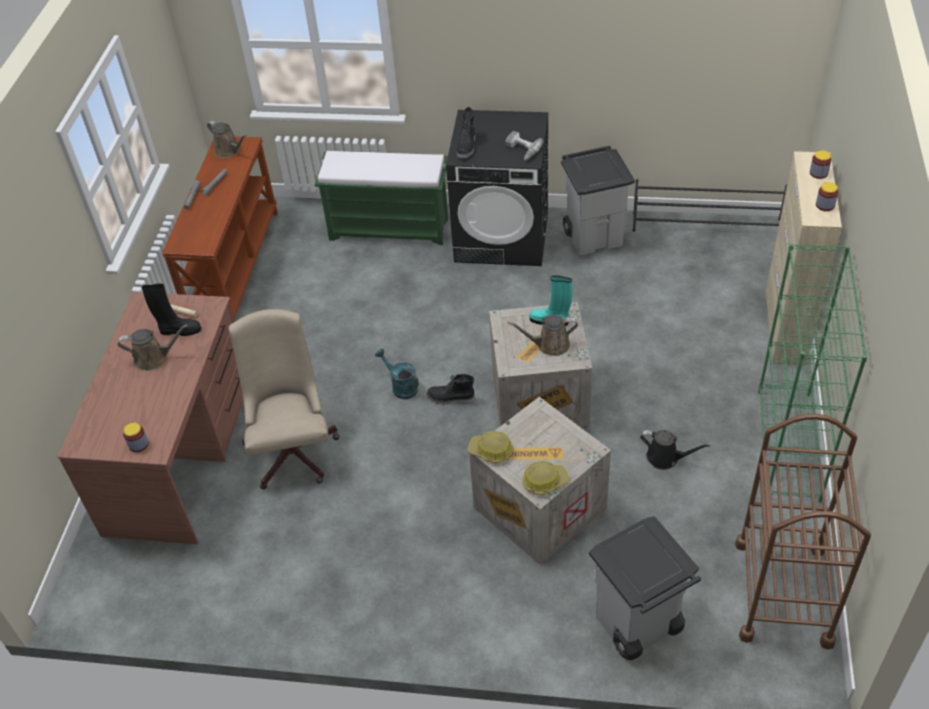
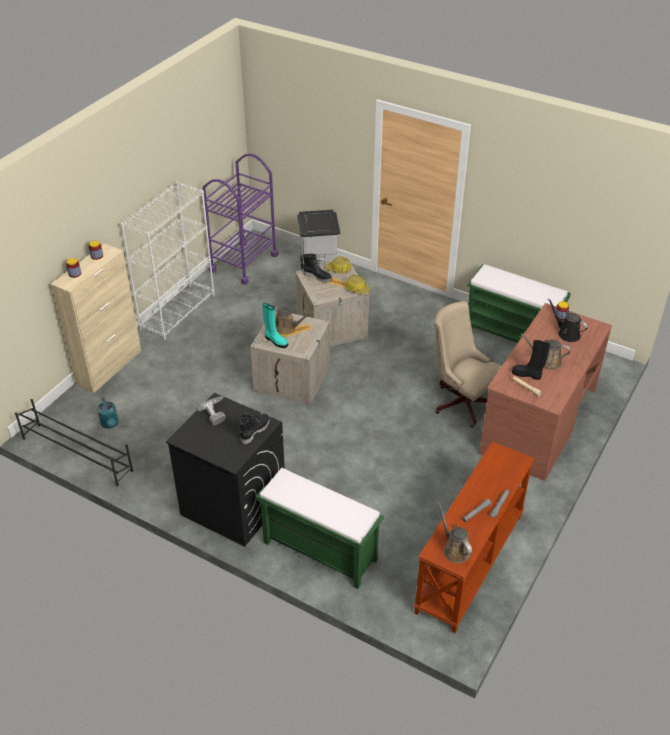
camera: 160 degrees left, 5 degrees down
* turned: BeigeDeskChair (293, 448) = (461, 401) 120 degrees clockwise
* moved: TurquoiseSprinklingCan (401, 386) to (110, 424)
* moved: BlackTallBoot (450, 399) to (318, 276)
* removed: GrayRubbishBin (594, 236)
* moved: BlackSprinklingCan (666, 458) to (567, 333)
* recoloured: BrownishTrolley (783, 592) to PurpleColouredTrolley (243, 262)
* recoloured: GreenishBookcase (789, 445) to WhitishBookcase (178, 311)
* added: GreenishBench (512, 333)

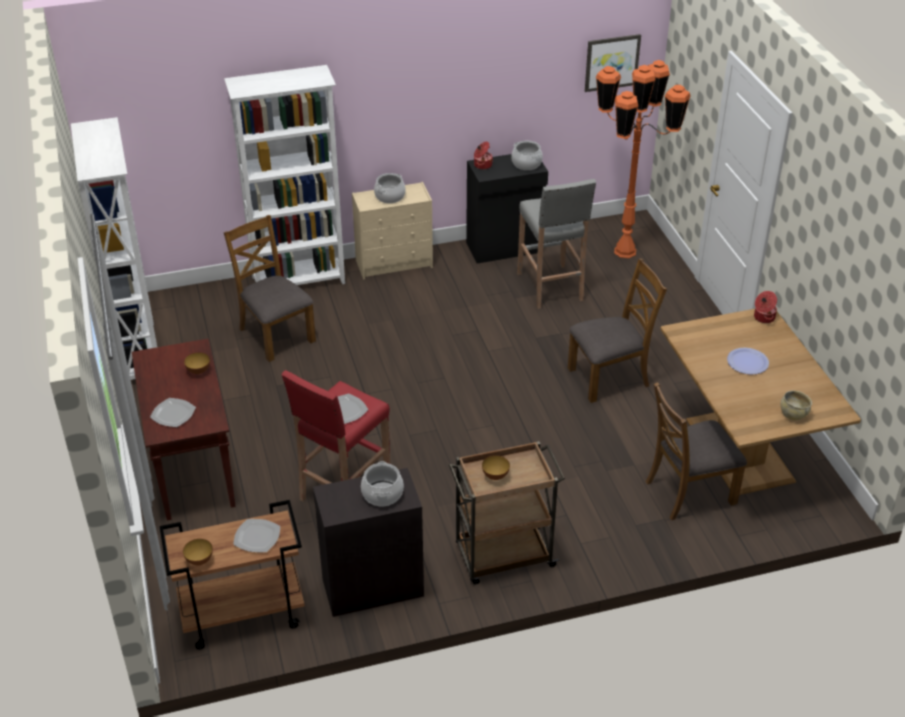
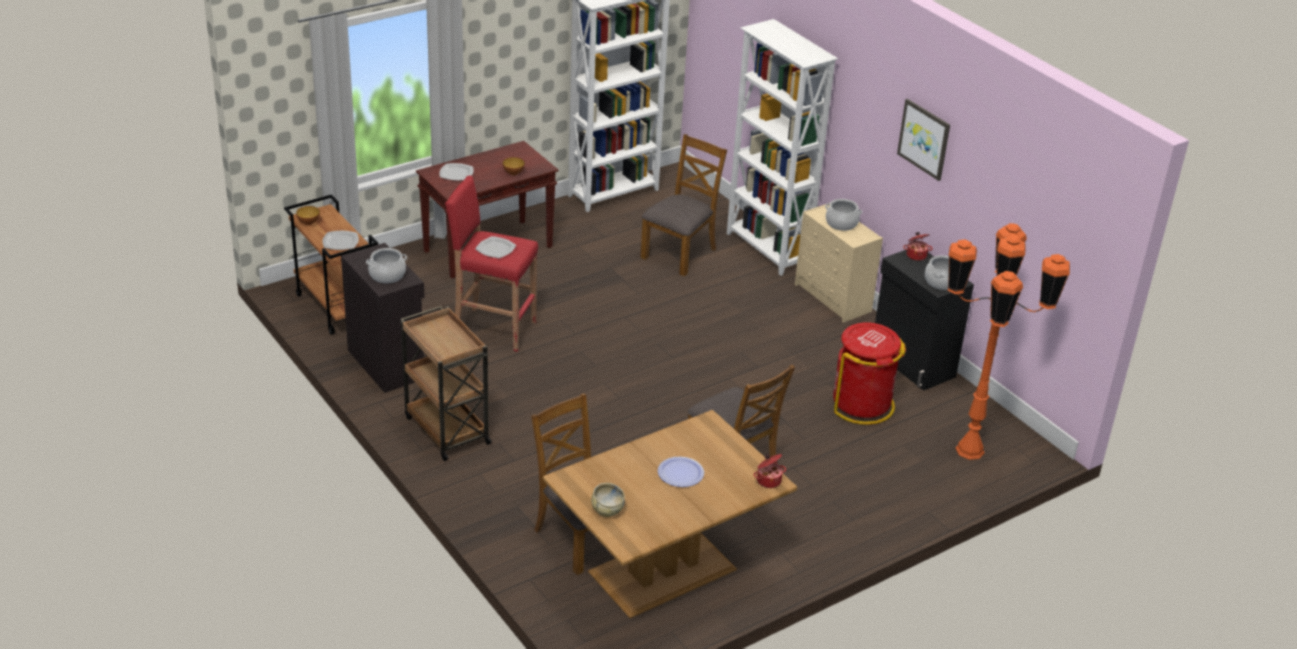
camera: 70 degrees right, 5 degrees down
* removed: ServingBowl (495, 476)
* replaced: GraySittingStool (550, 287) to ReddishRubbishBin (862, 404)
* moved: WallPicture (611, 62) to (924, 139)

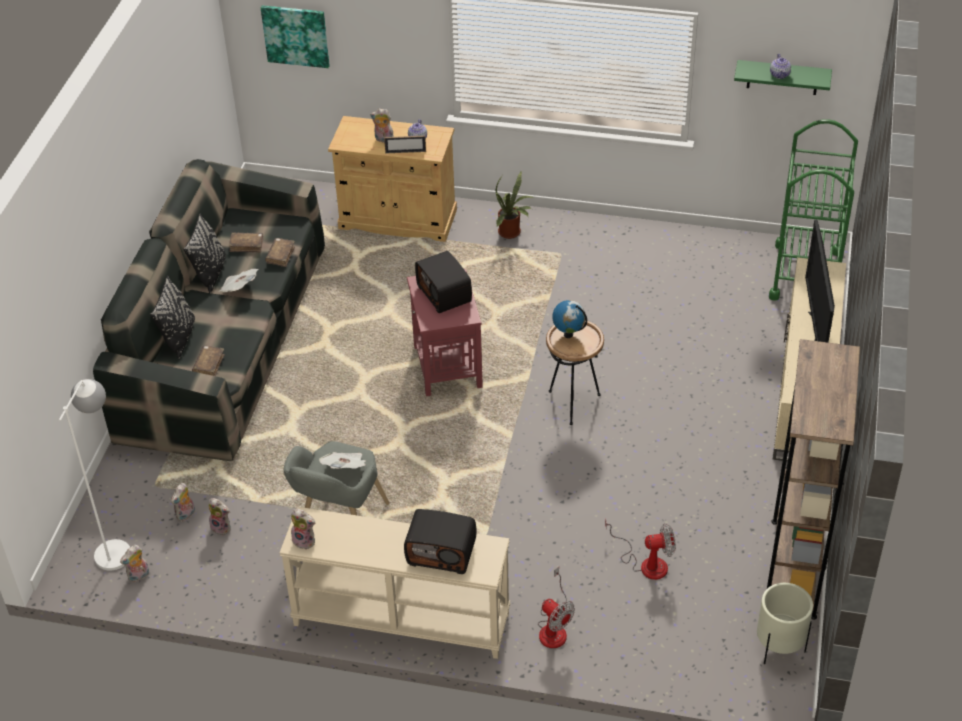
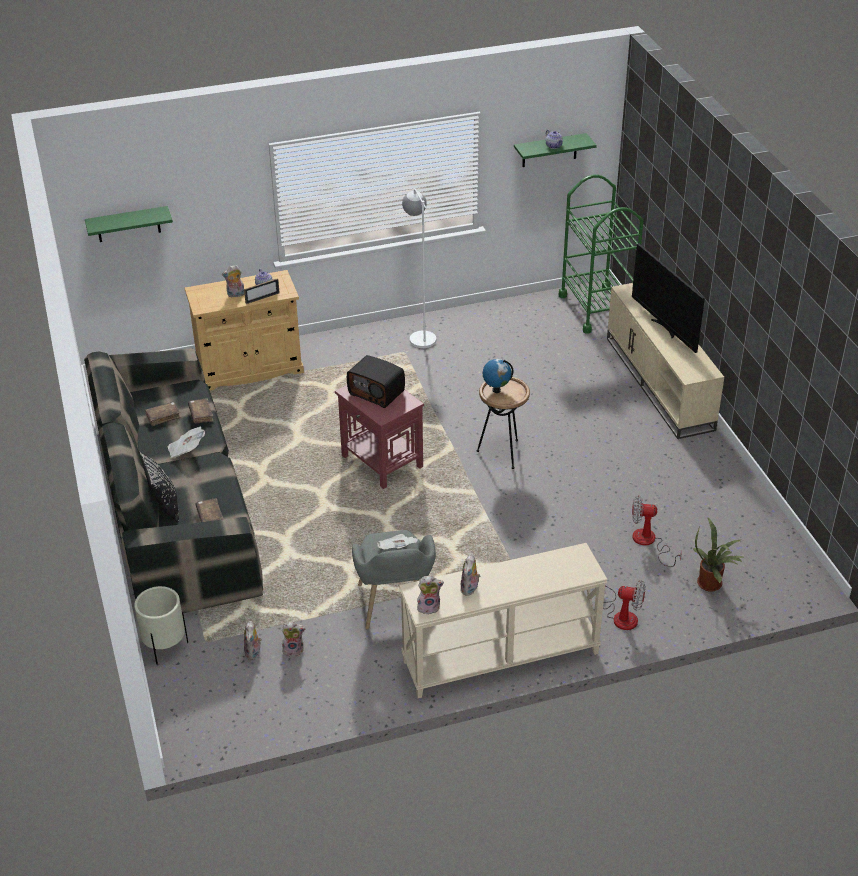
camera: 30 degrees left, 5 degrees down
* moved: WhitishFloorLamp (118, 545) to (420, 335)
* moved: PlushToy (139, 576) to (470, 589)
* removed: BlackCushion (210, 274)
* replaced: WallPicture (296, 35) to GreenishShelf (128, 224)
* removed: RadioReceiver (442, 552)
* moved: PlantInAPot (511, 233) to (712, 583)
* turned: ElectricFan (646, 563) = (649, 543) 135 degrees counterclockwise
* moved: BeigePlanter (779, 647) to (165, 647)
* removed: BrownishBookcase (793, 568)

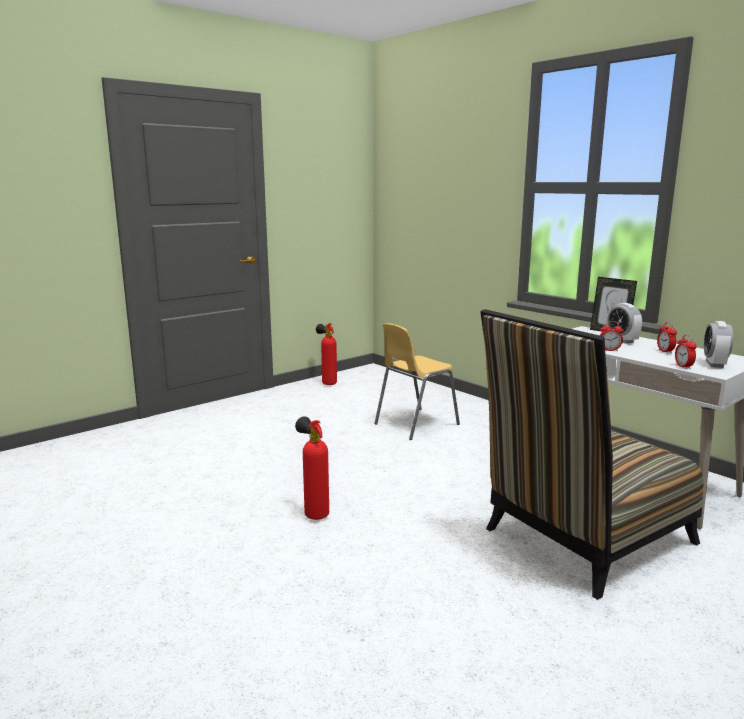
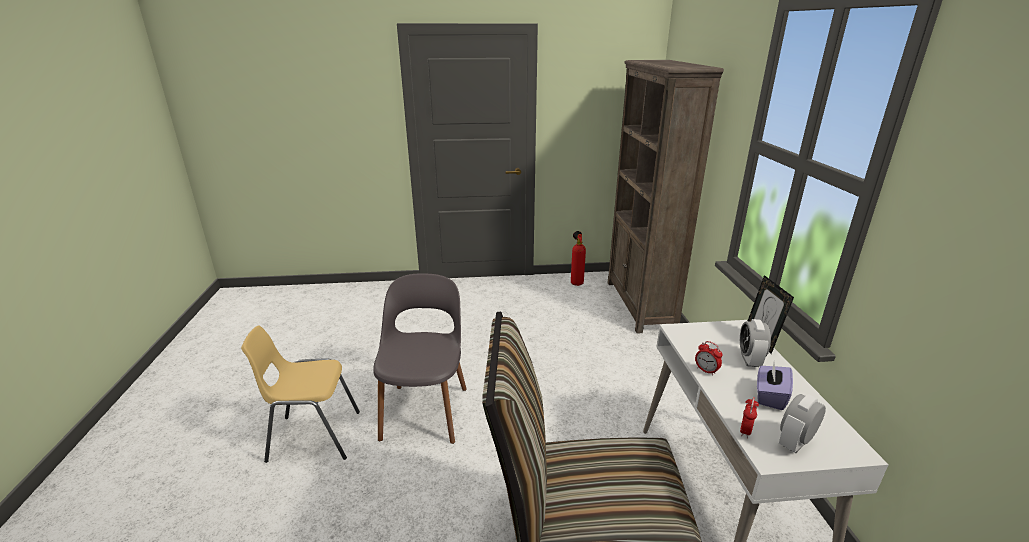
camera: 35 degrees right, 10 degrees up
* replaced: Extinguisher (314, 514) to GrayPlainChair (425, 410)
* moved: YellowPlainChair (415, 424) to (313, 436)
* replaced: AlarmClock (665, 351) to PurpleColouredBoxOfTissues (770, 396)
* added: BrownishBookcase (640, 305)

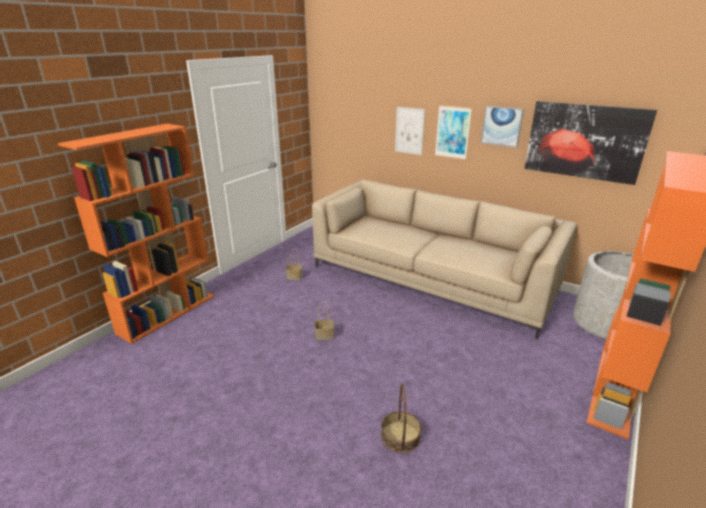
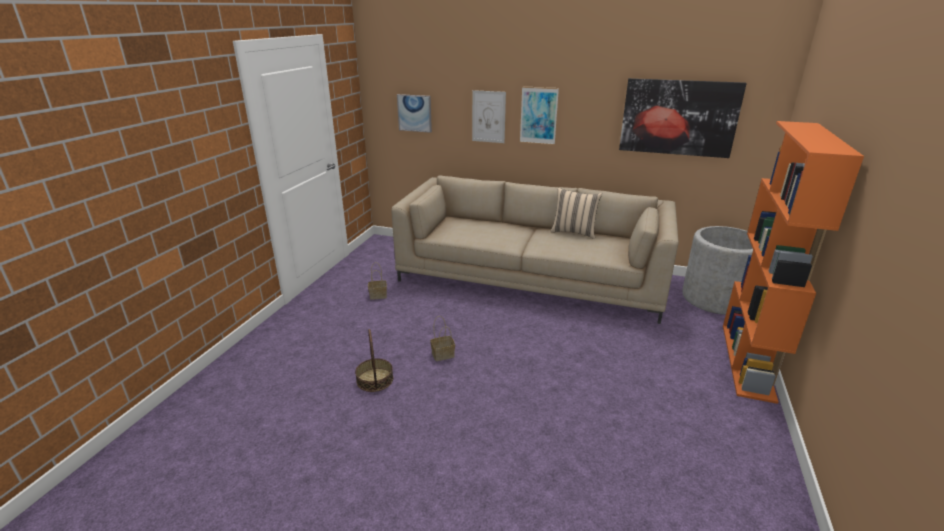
camera: 15 degrees left, 0 degrees up
* removed: OrangeyBookcase (167, 313)
* moved: Basket (400, 436) to (375, 379)
* moved: WallPicture (501, 126) to (414, 113)
* added: BeigeCushion (574, 232)

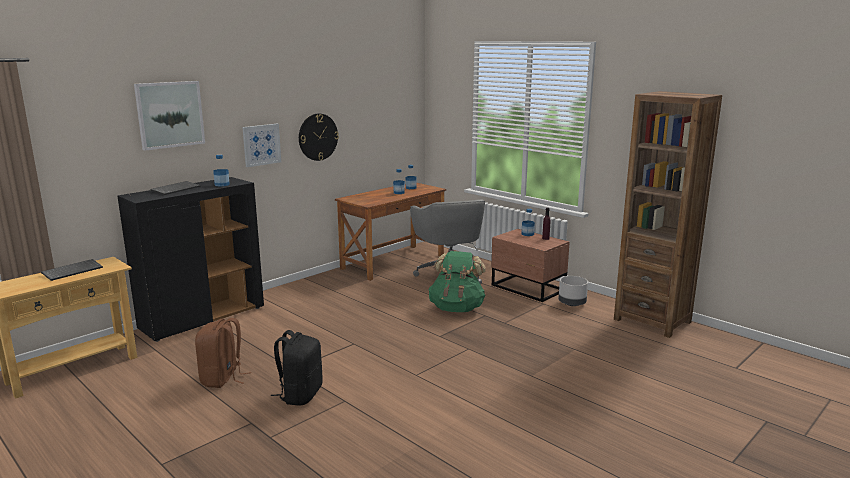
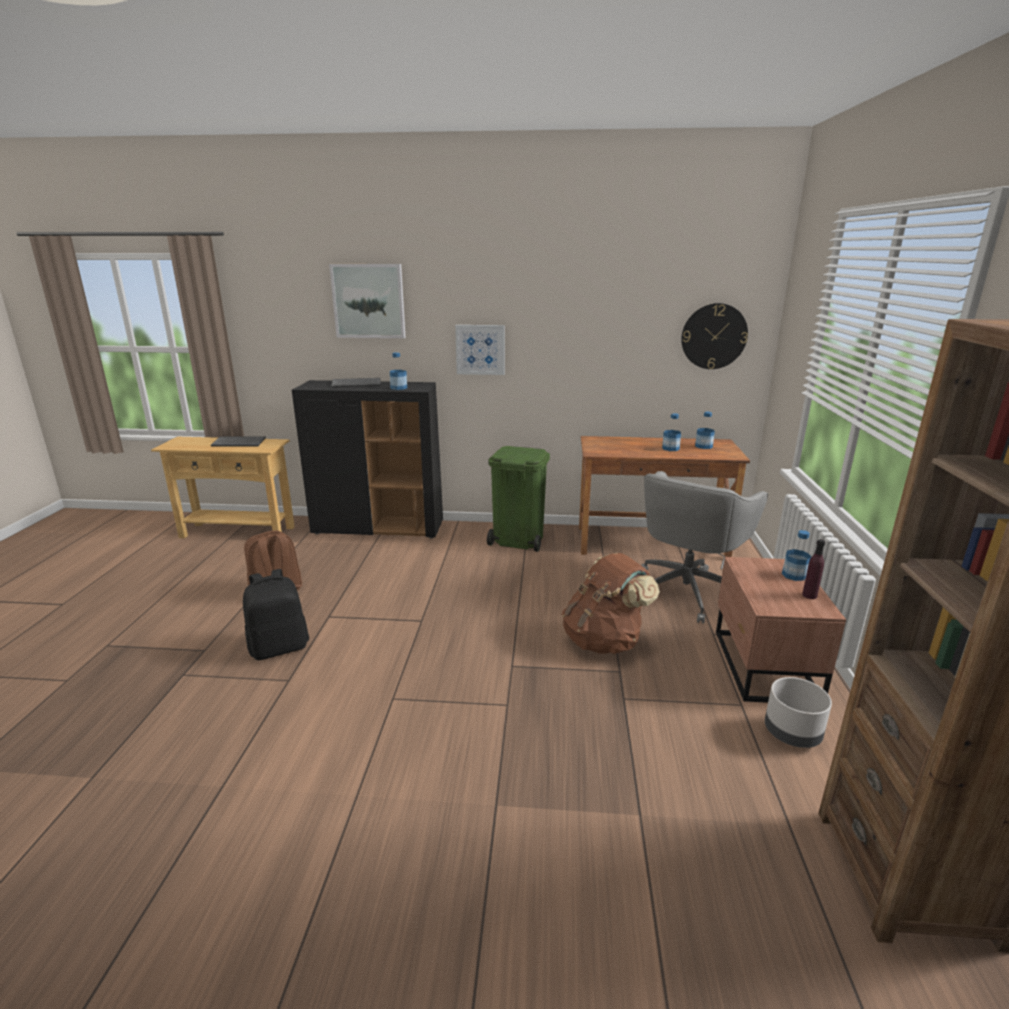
camera: 50 degrees right, 5 degrees up
* moved: ClockOnTheWall (318, 137) to (714, 336)
* recoloured: GreenishKnapsack (457, 308) to BrownishKnapsack (604, 641)
* added: GreenishRubbishBin (517, 540)

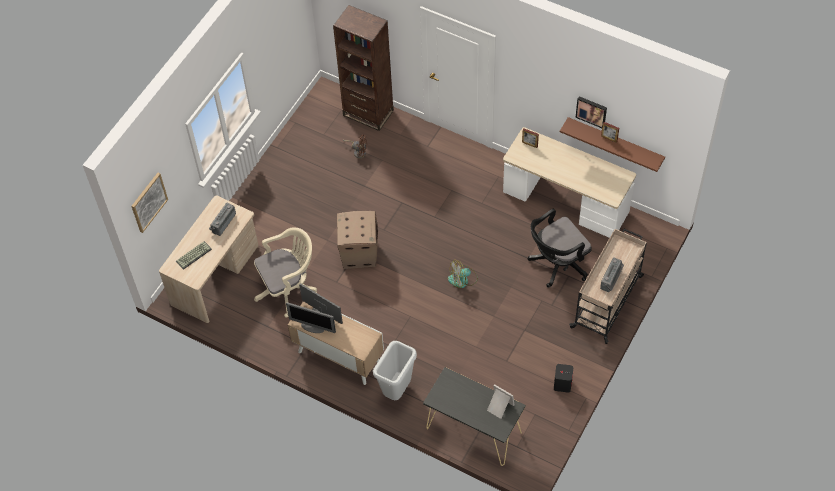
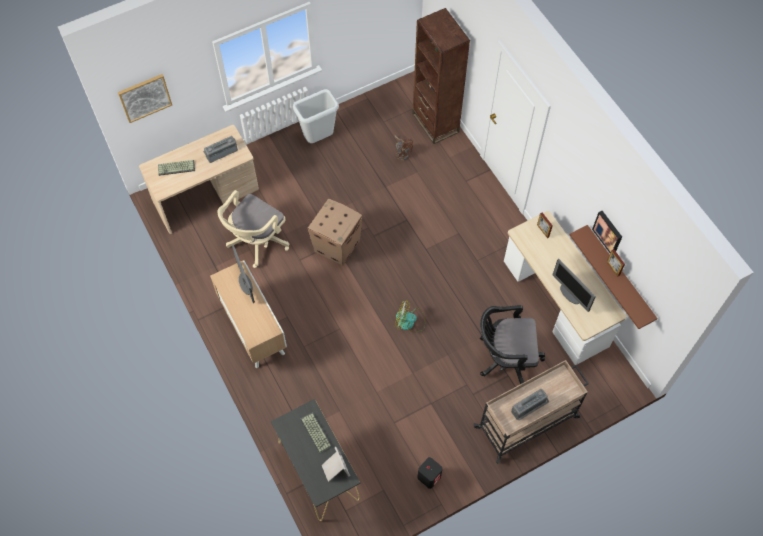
camera: 30 degrees right, 5 degrees up
* turned: BeigeDeskChair (288, 288) = (256, 242) 120 degrees clockwise
* moved: ComputerScreen (313, 327) to (570, 294)
* moved: GrayRubbishBin (397, 391) to (318, 139)
* added: Keyboard (315, 432)

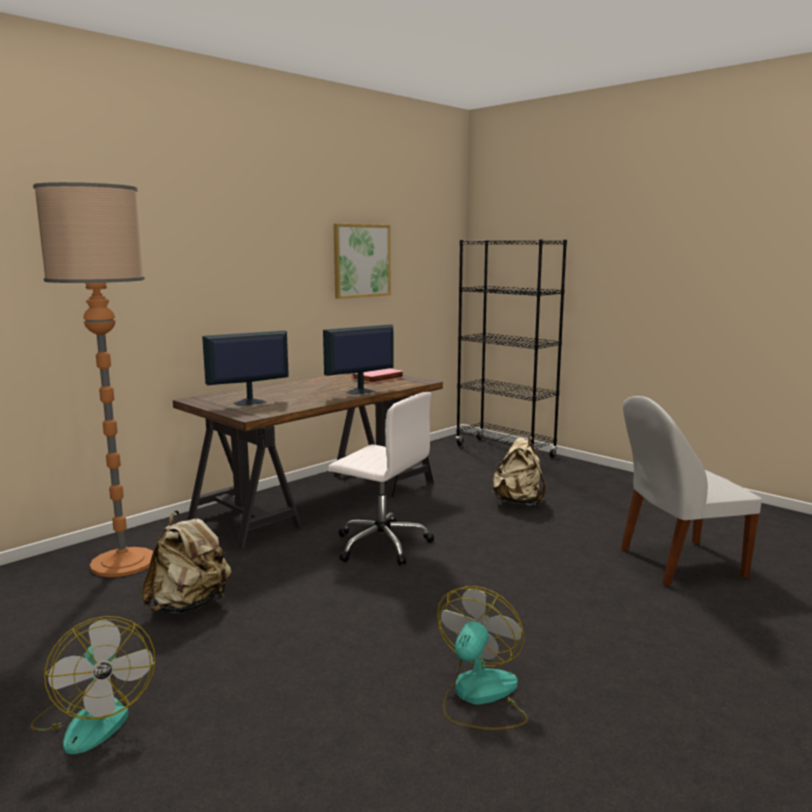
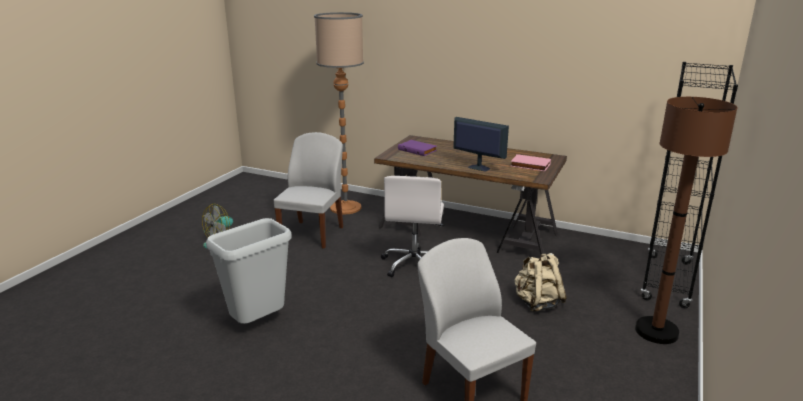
camera: 70 degrees right, 10 degrees up
* replaced: BeigeKnapsack (189, 605) to WhitishPlainChair (313, 234)
* replaced: ComputerScreen (249, 403) to PurpleColouredVolume (418, 150)
* removed: WallPicture (361, 261)
* replaced: ElectricFan (479, 696) to GrayRubbishBin (258, 323)
* added: BrownishFloorLamp (656, 331)

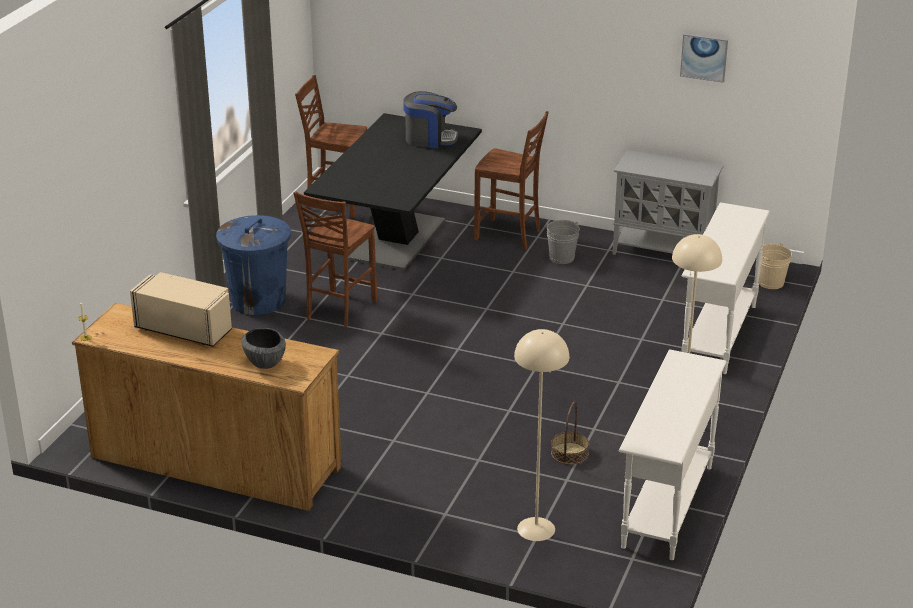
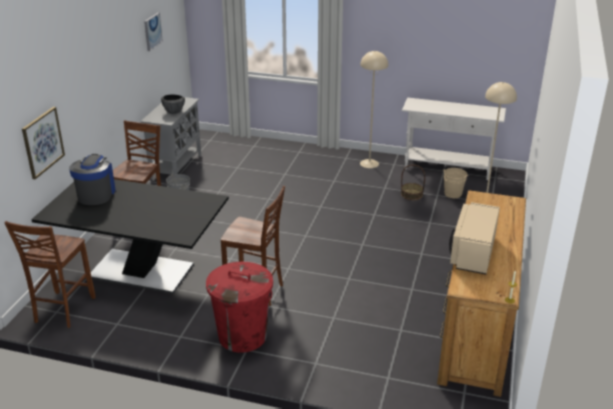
camera: 95 degrees left, 0 degrees up
* recoloured: BluishRubbishBin (258, 301) to ReddishRubbishBin (242, 336)
* moved: ServingBowl (265, 363) to (174, 112)
* removed: WhitishHallTable (718, 335)
* moved: BeigePail (771, 282) to (453, 194)
* added: WallPicture (42, 142)

